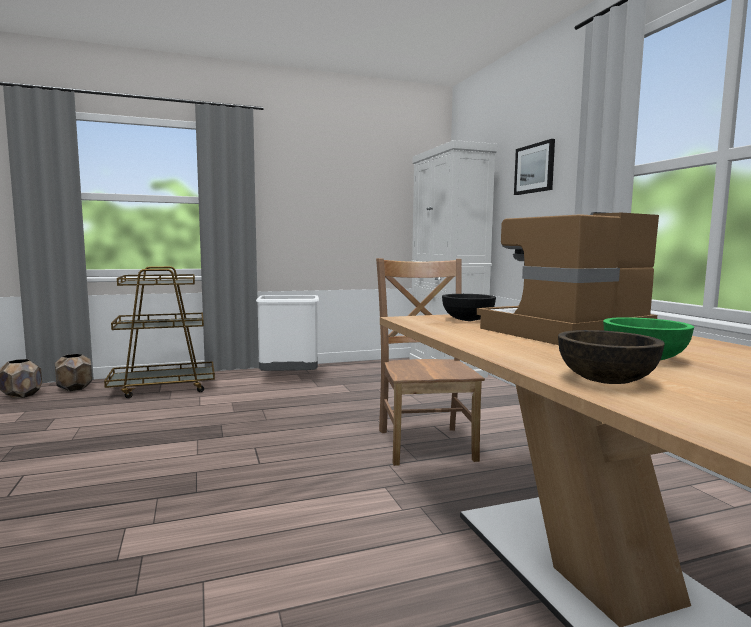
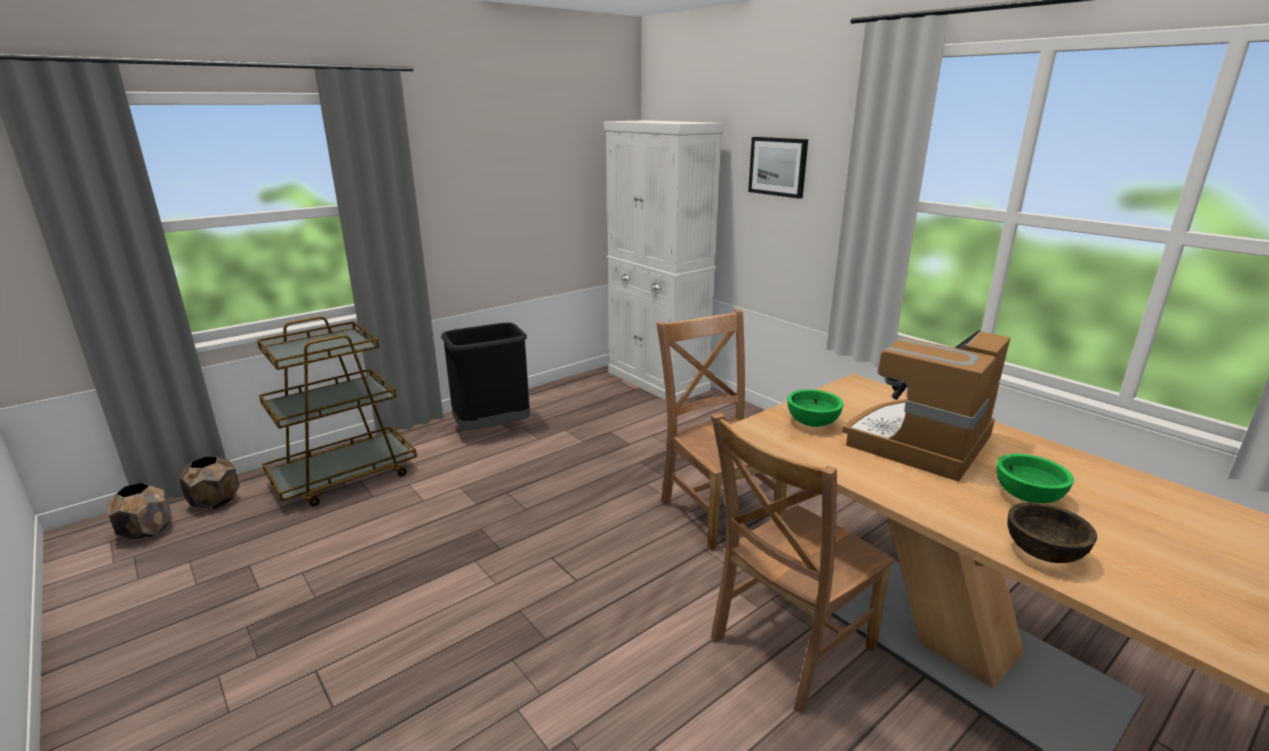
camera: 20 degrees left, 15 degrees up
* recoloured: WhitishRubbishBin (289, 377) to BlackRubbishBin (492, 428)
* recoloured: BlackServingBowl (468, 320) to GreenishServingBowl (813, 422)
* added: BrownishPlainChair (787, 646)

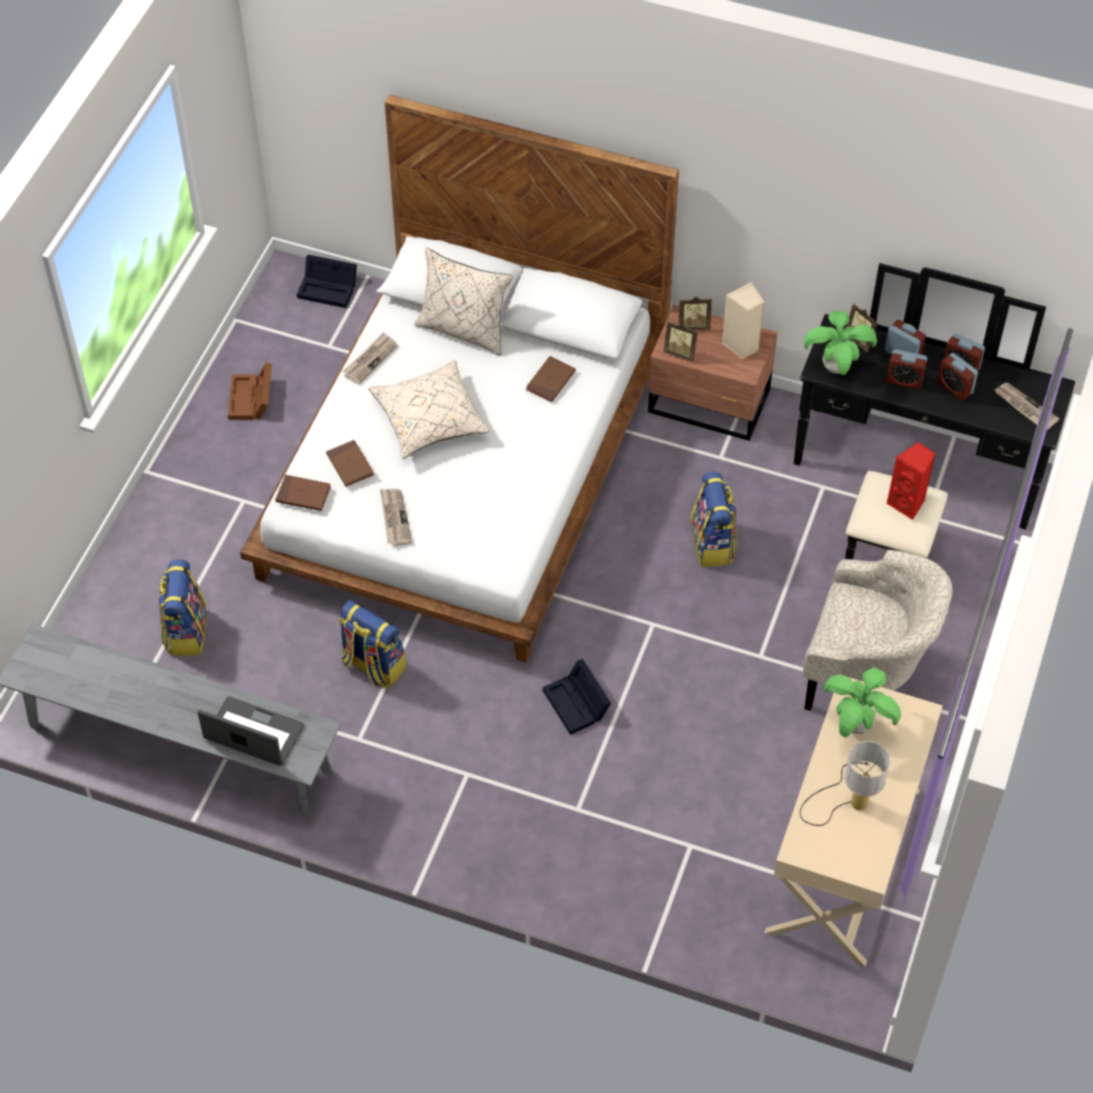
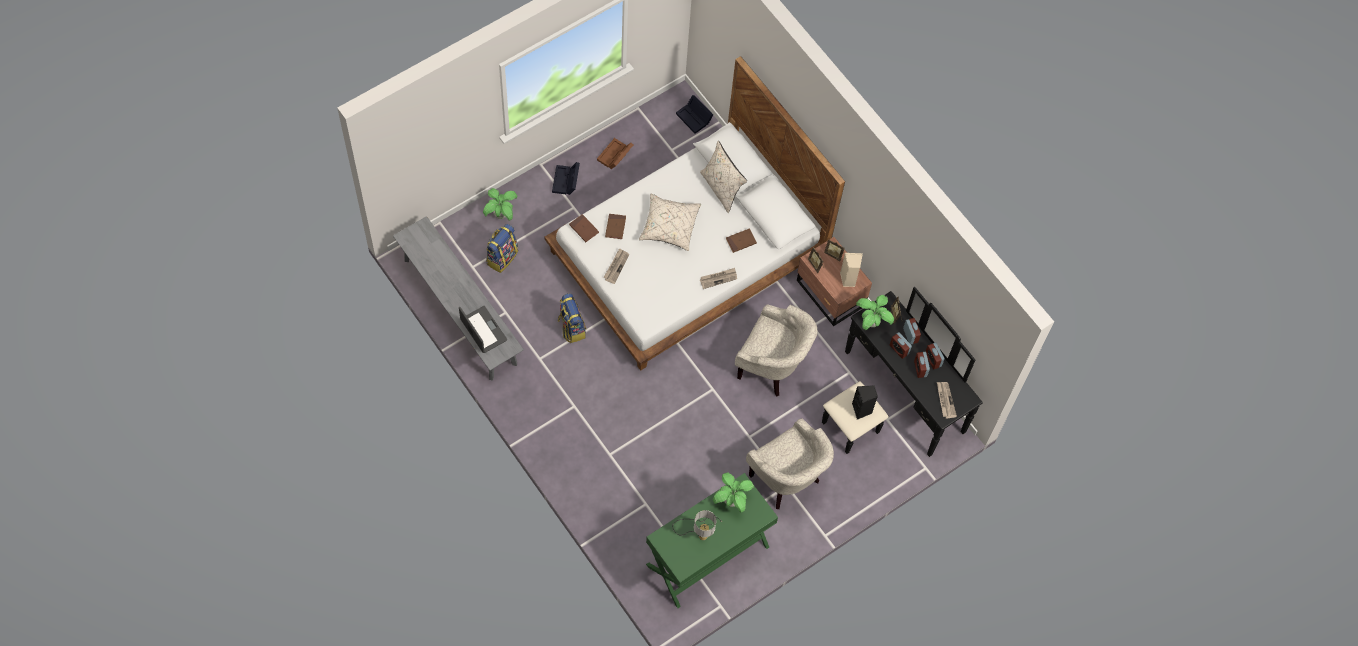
camera: 30 degrees right, 10 degrees up
* moved: DailyPaper (370, 360) to (718, 278)
* moved: BlackStorageBox (577, 704) to (566, 182)
* replaced: Knapsack (713, 544) to BeigeEasyChair (772, 368)
* recoloured: BeigeDeskUnit (844, 861) to GreenishDeskUnit (708, 556)
* recoloured: ReddishSpeaker (907, 503) to BlackSpeaker (862, 410)
* added: PlantInAPot (501, 214)

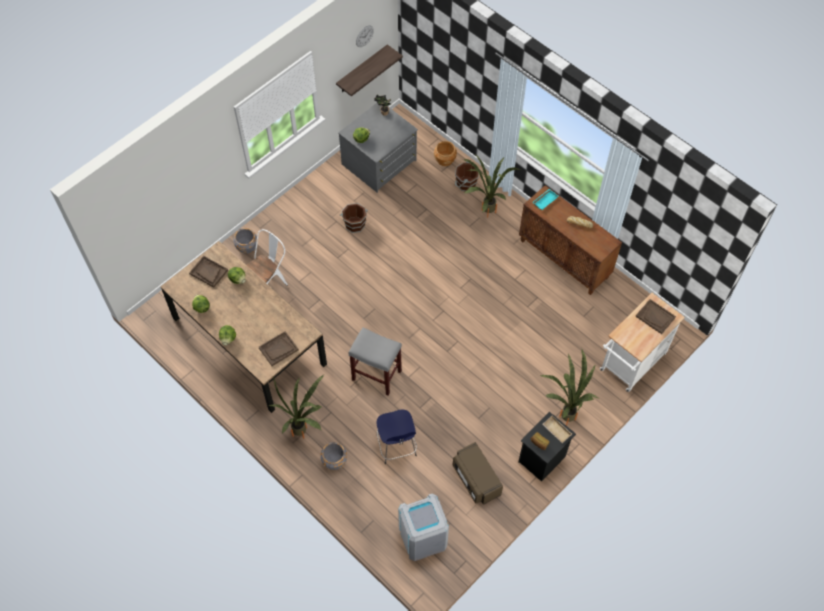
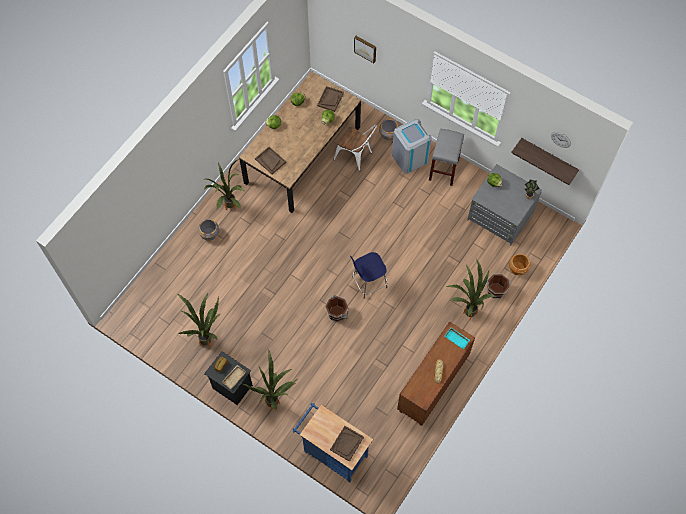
camera: 80 degrees right, 5 degrees up
* moved: BrownishPail (354, 224) to (337, 313)
* moved: GraySittingStool (376, 375) to (443, 169)
* moved: BluishSittingStool (396, 447) to (368, 283)
* moved: GrayRubbishBin (422, 537) to (409, 157)
* replaced: BrownishMicrowave (476, 479) to PlantInAPot (208, 338)
* recoloured: WhitishTrolley (630, 365) to BluishTrolley (332, 452)
* added: WallPicture (365, 48)

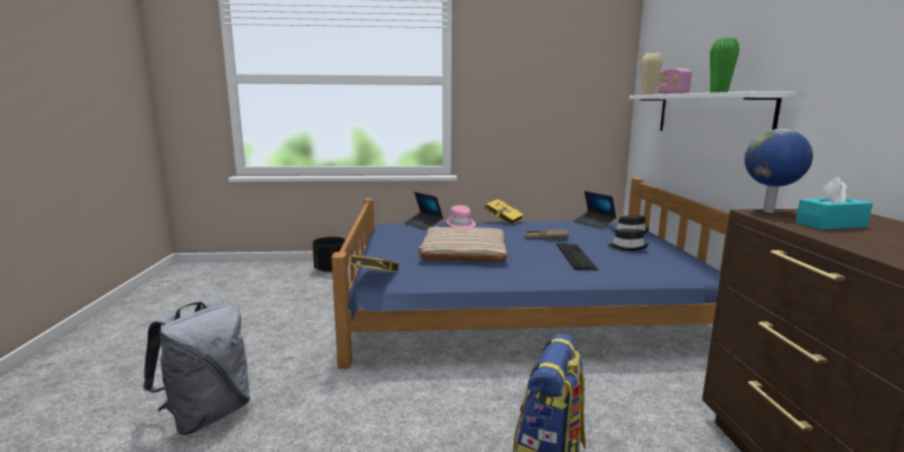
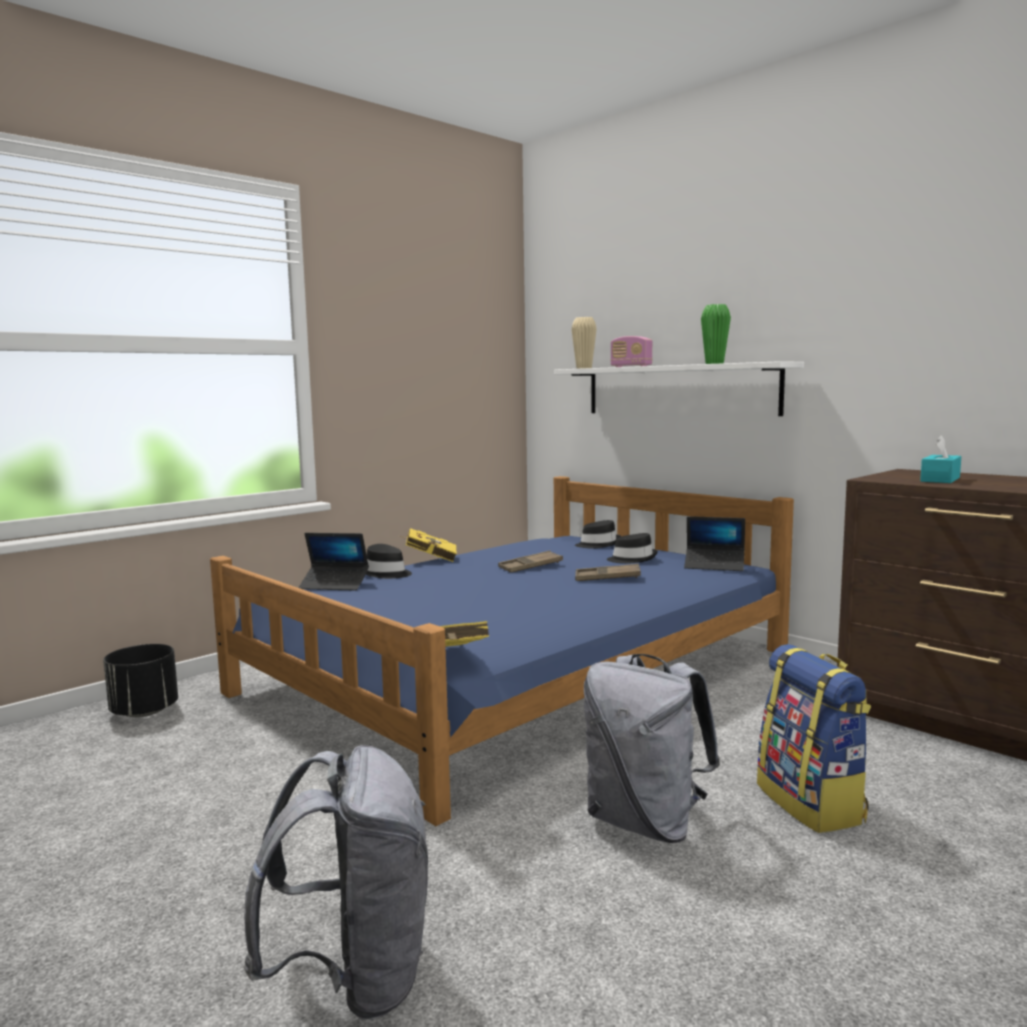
camera: 40 degrees left, 5 degrees down
* removed: BeigeCushion (464, 252)
* recoloured: PinkColouredClothingHat (461, 224) to BlackClothingHat (386, 573)
* replaced: Keyboard (575, 256) to BrownishCarryingTray (607, 578)
* moved: PortableComputer (594, 223) to (714, 566)
* removed: DeskGlobe (769, 212)
* added: GrayKnapsack (646, 822)

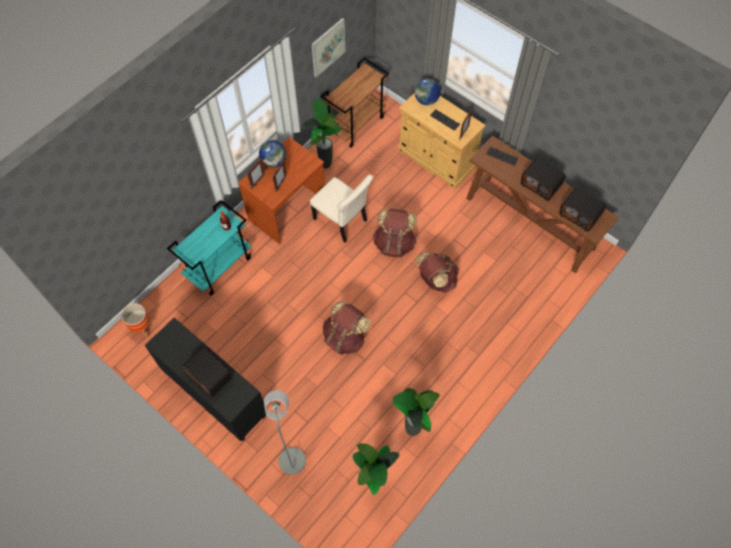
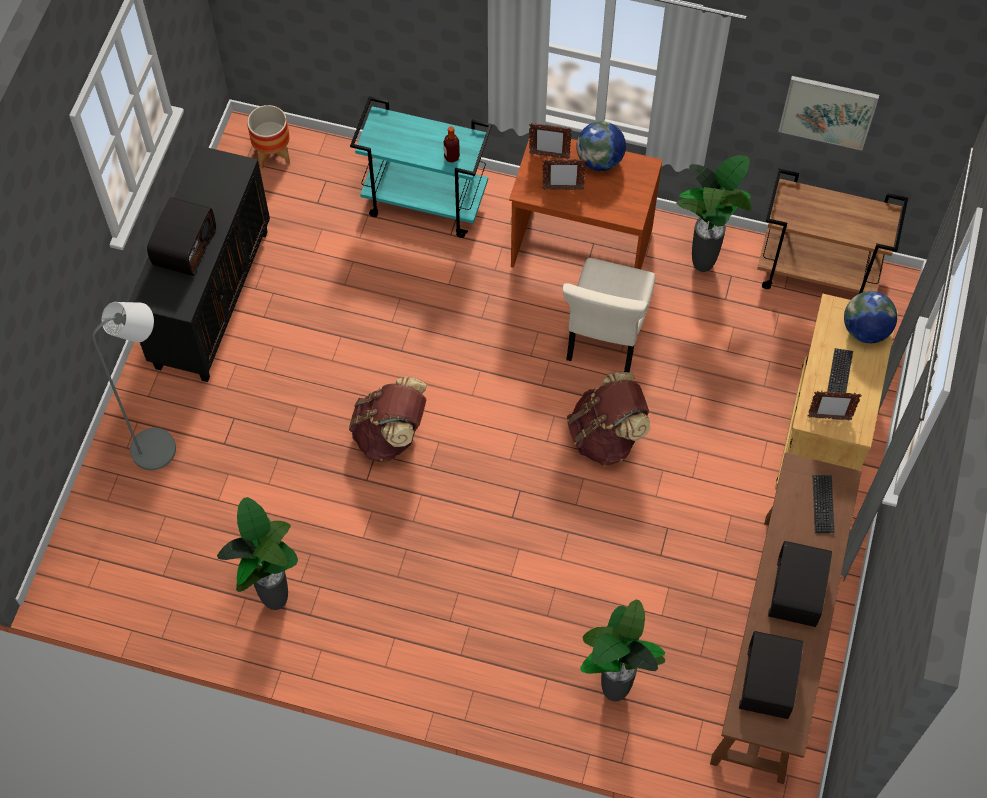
camera: 65 degrees right, 0 degrees up
* moved: PlantInAPot (374, 484) to (612, 693)
* removed: BrownishKnapsack (436, 280)

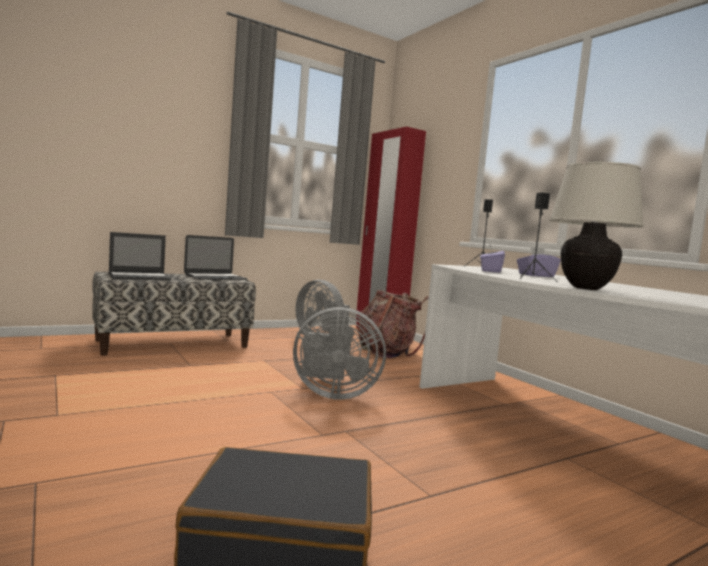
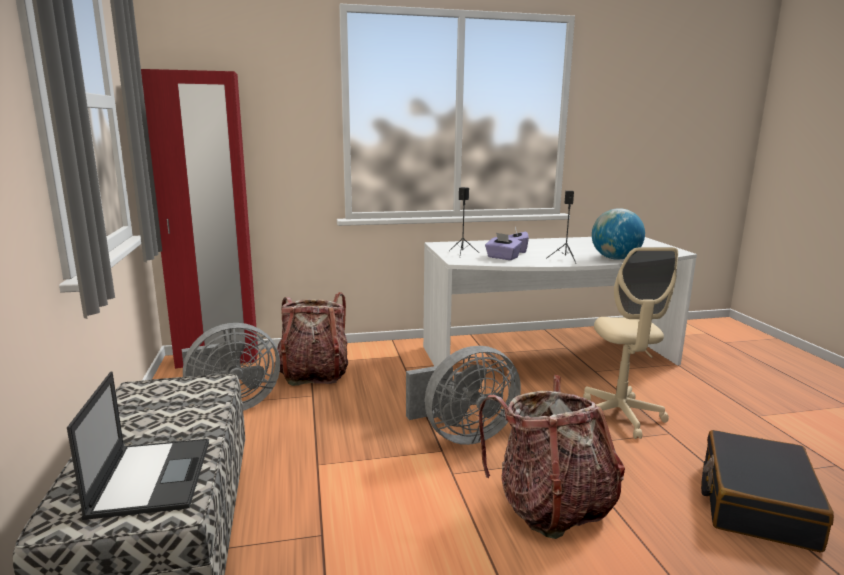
camera: 70 degrees left, 10 degrees up
* removed: PortableComputer (215, 277)
* turned: GrayElectricFan (333, 394) = (462, 435) 45 degrees clockwise
* replaced: BeigeTableLamp (585, 288) to DeskGlobe (615, 259)
* added: Knapsack (551, 506)
* added: BeigeDeskChair (620, 416)

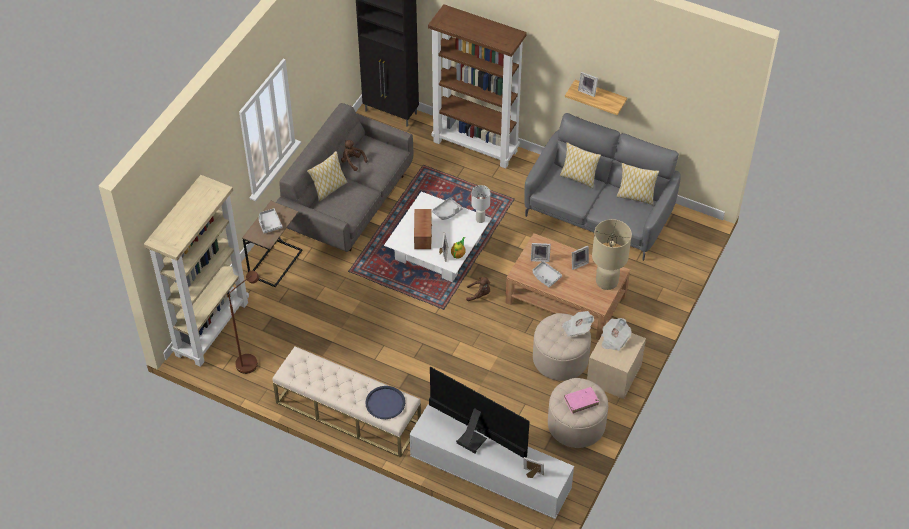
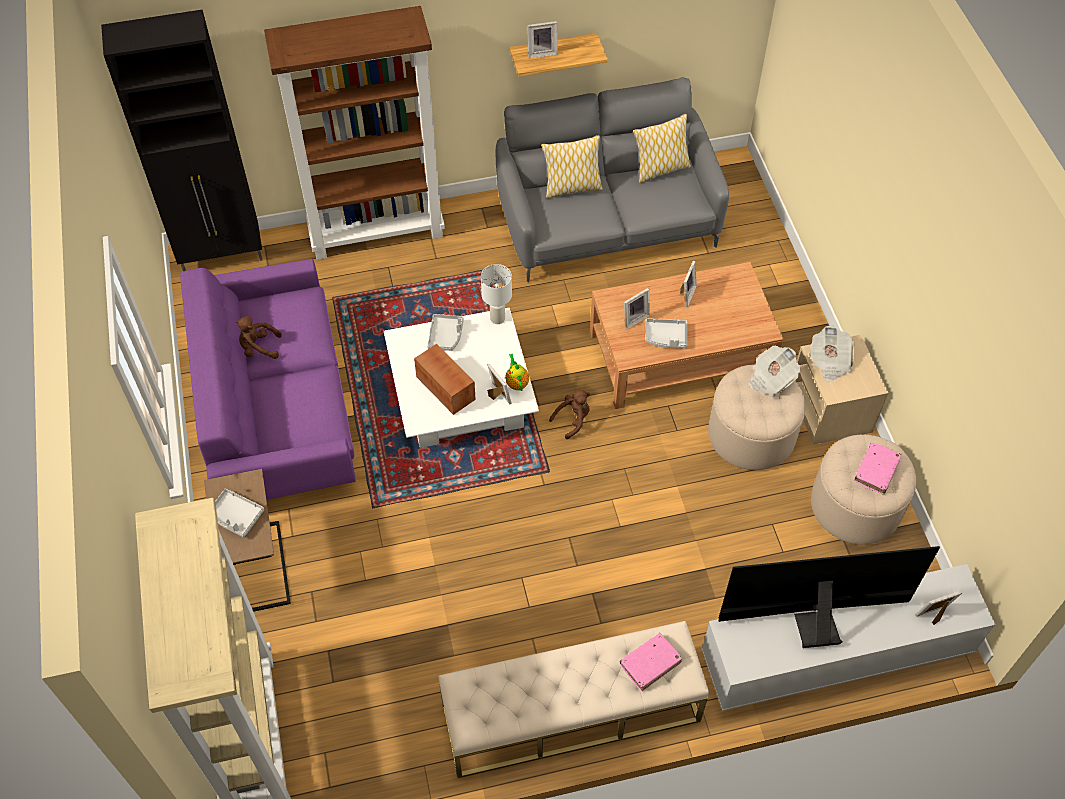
camera: 40 degrees left, 5 degrees up
* removed: BrownishFloorLamp (251, 360)
* recoloured: GraySofa (348, 201) to PurpleColouredSofa (278, 410)
* removed: Cushion (329, 189)
* replaced: BluishCarryingTray (385, 403) to PinkColouredVolume (650, 664)
* removed: BeigeTableLamp (606, 281)

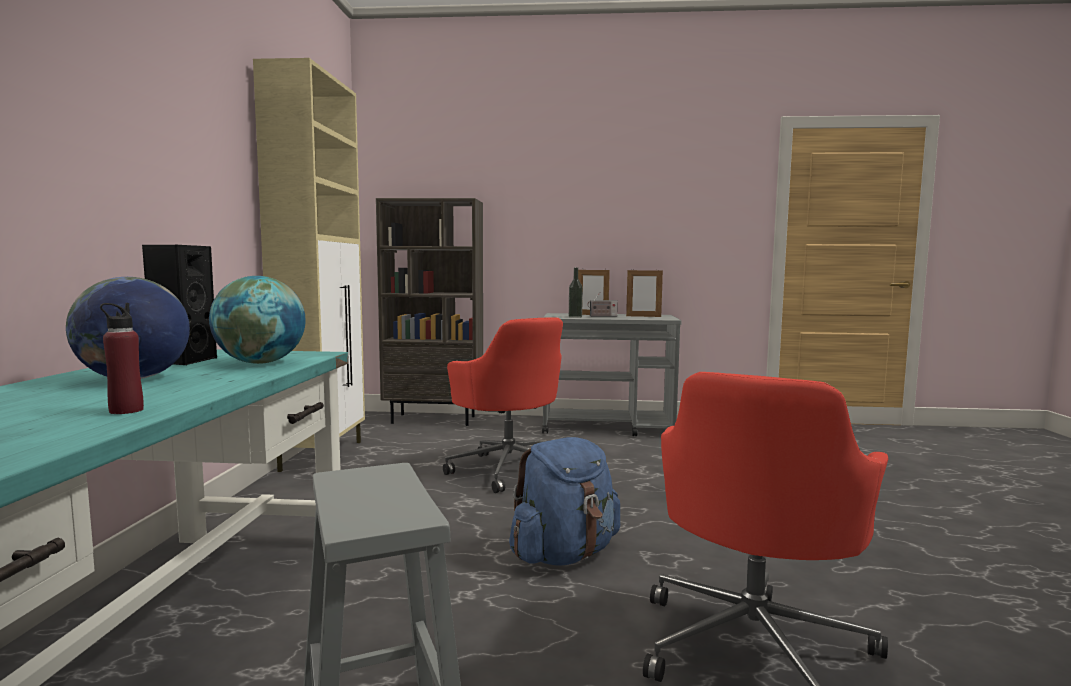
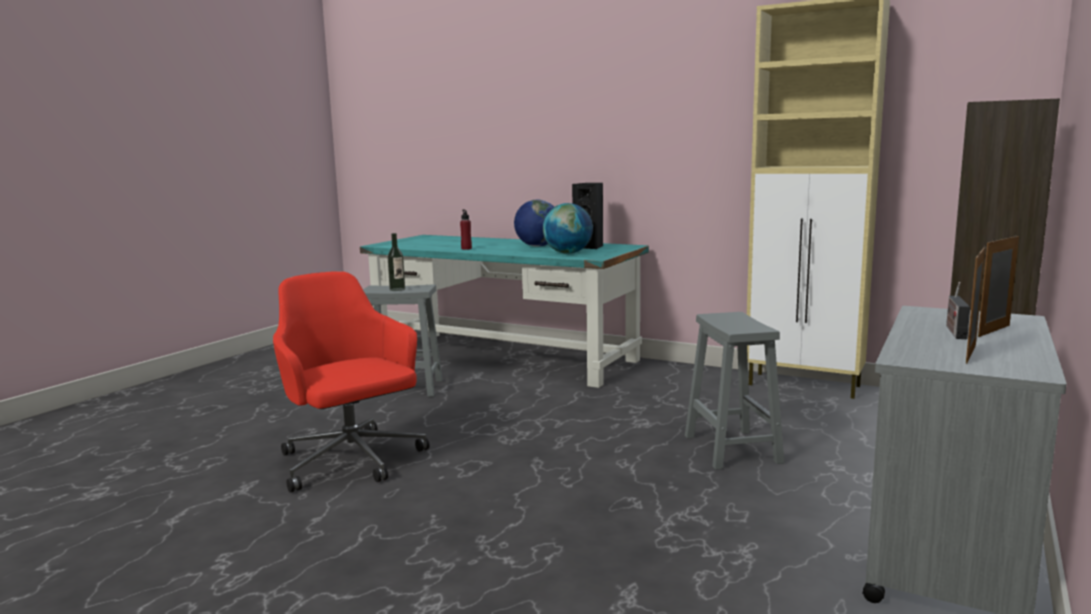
camera: 115 degrees right, 5 degrees up
* replaced: ReddishDeskChair (508, 468) to GraySittingStool (731, 448)
* removed: BluishKnapsack (564, 554)
* moved: BeverageBottle (575, 317) to (397, 289)

